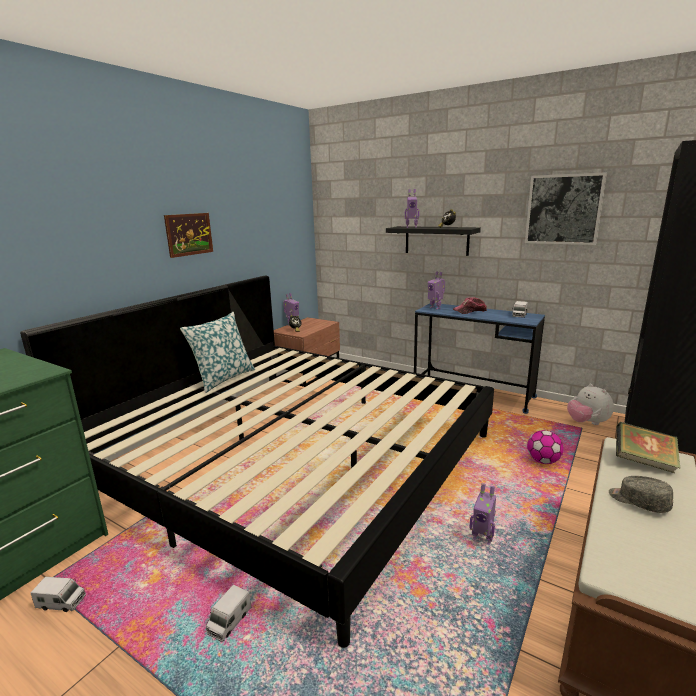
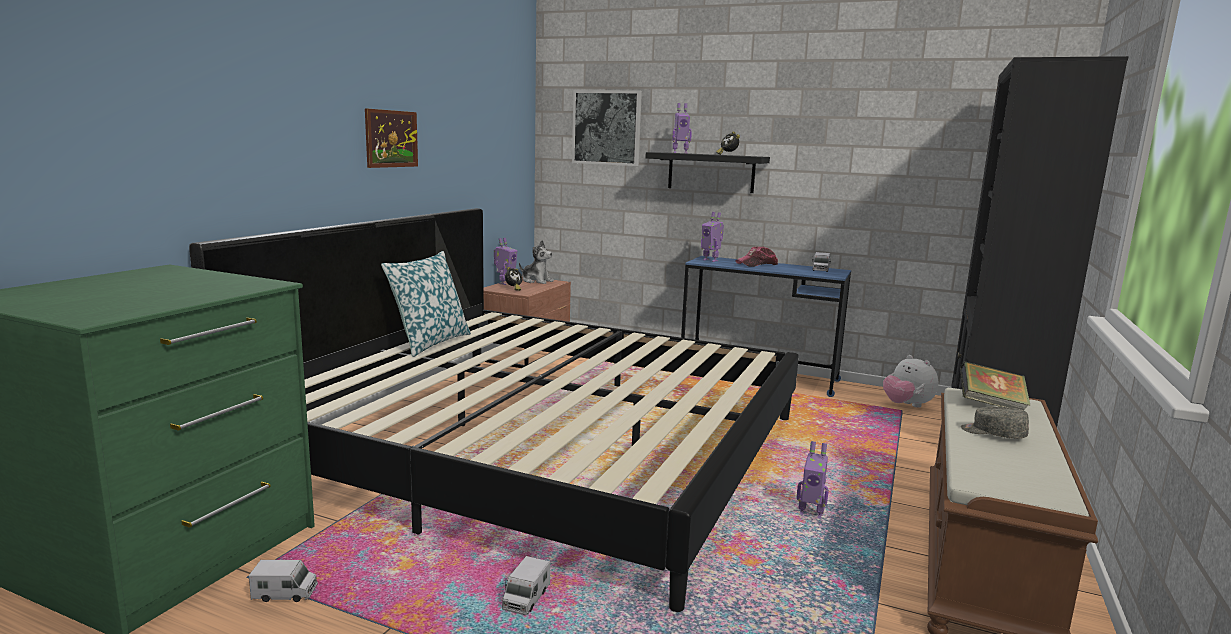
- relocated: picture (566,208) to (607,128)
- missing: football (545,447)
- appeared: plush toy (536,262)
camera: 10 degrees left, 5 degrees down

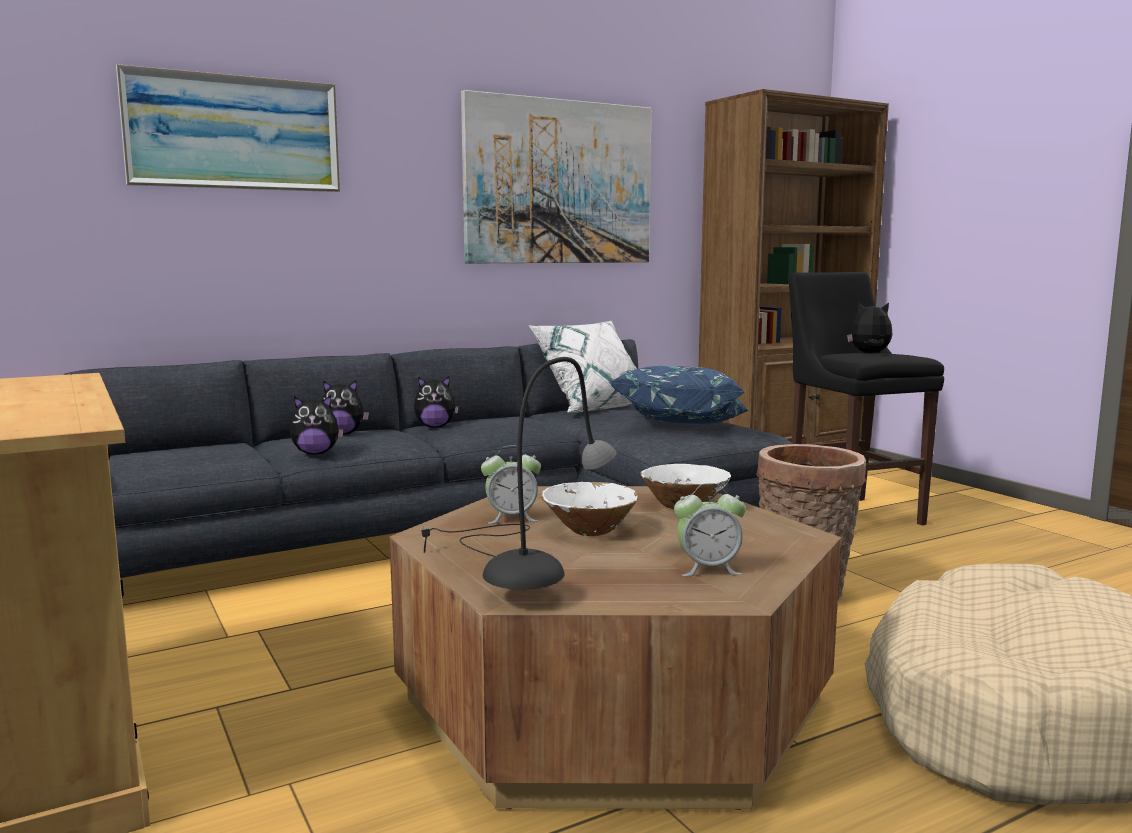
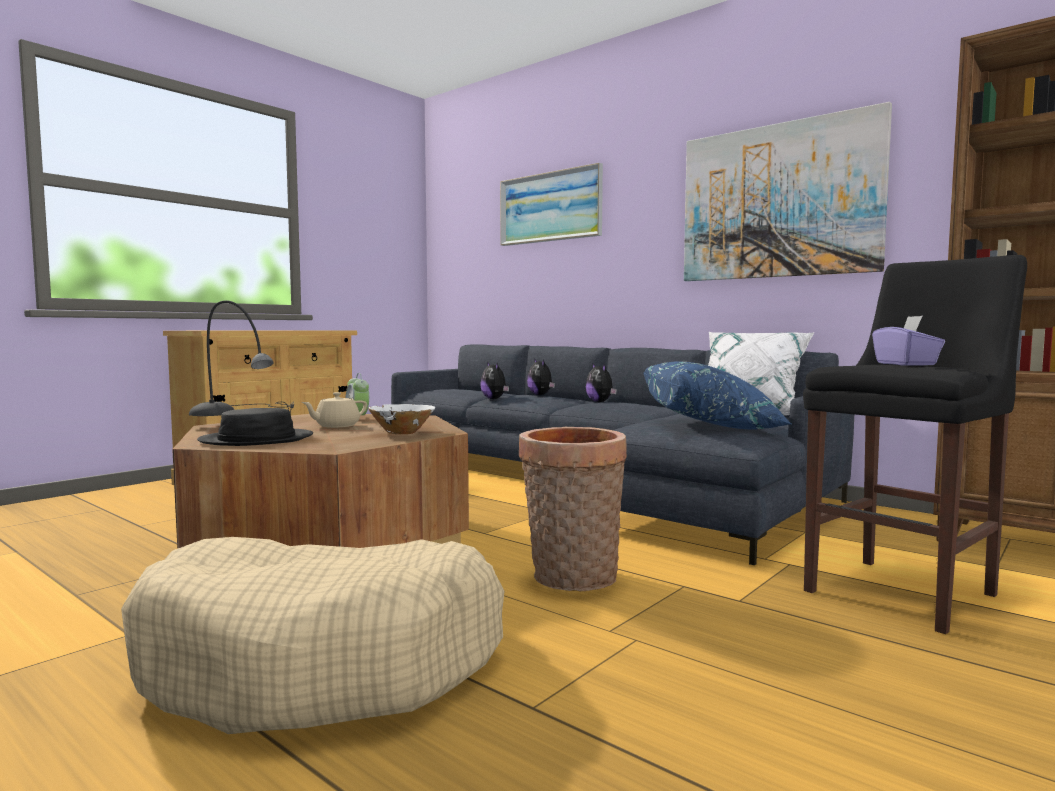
- exchanged: bowl (white) (589,509) to teapot (beige) (334,410)
- exchanged: alarm clock (710,529) to hat (black) (255,427)
- exchanged: plush toy (870,328) to tissue box (purple) (908,340)
camera: 70 degrees right, 5 degrees down

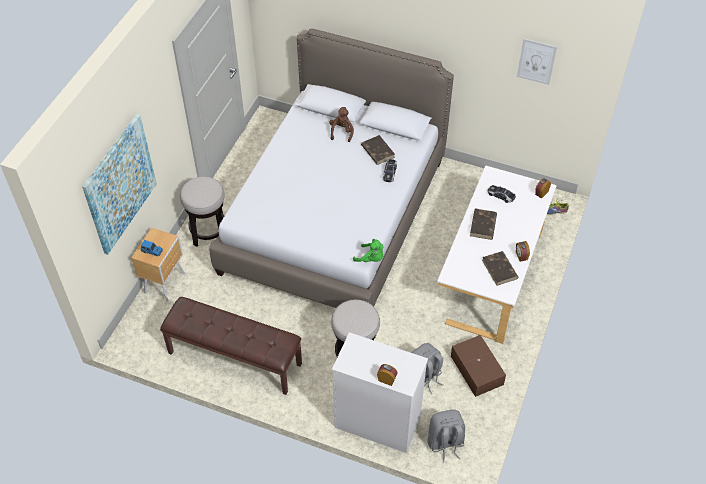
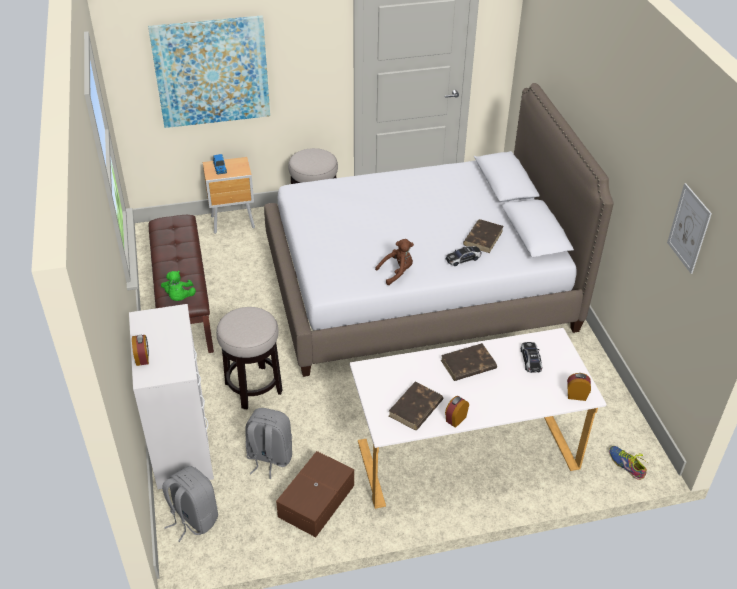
- relocated: plush toy (brown) (341,124) to (394,262)
- relocated: plush toy (green) (368,250) to (178,286)
camera: 55 degrees right, 10 degrees down

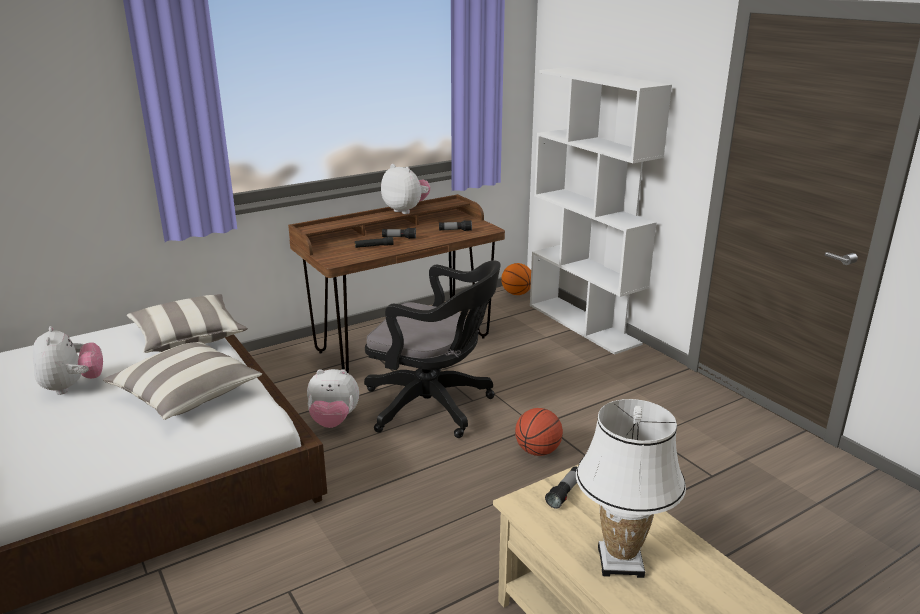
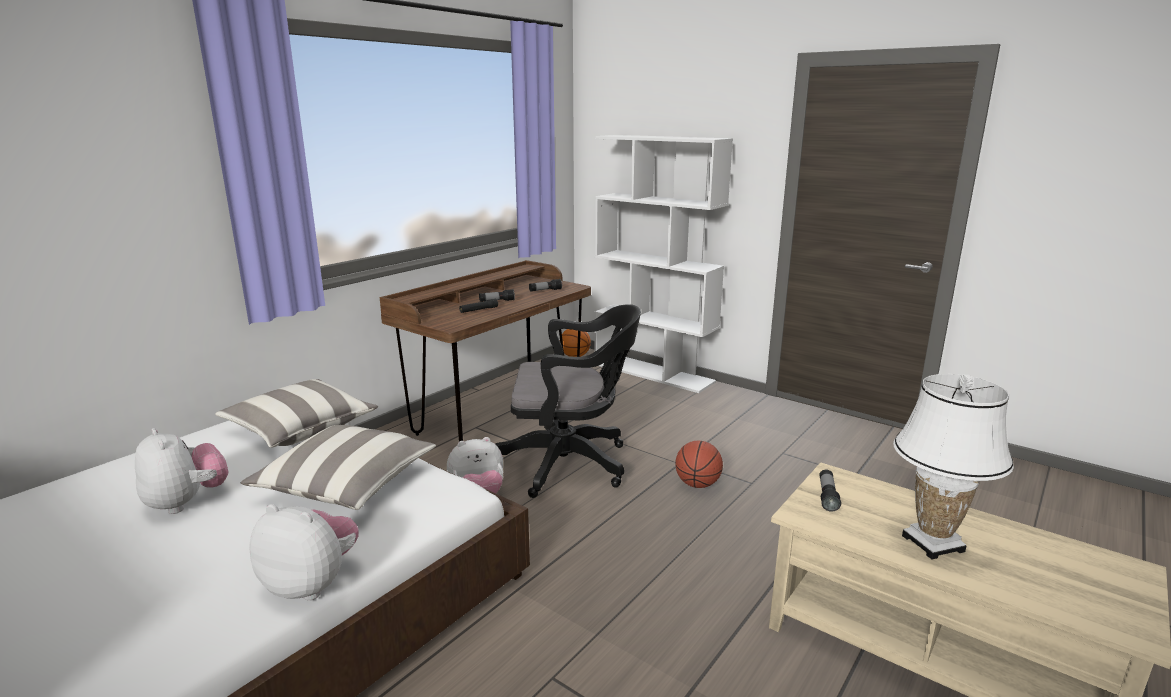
- relocated: plush toy (405,189) to (304,552)
camera: 20 degrees left, 5 degrees down

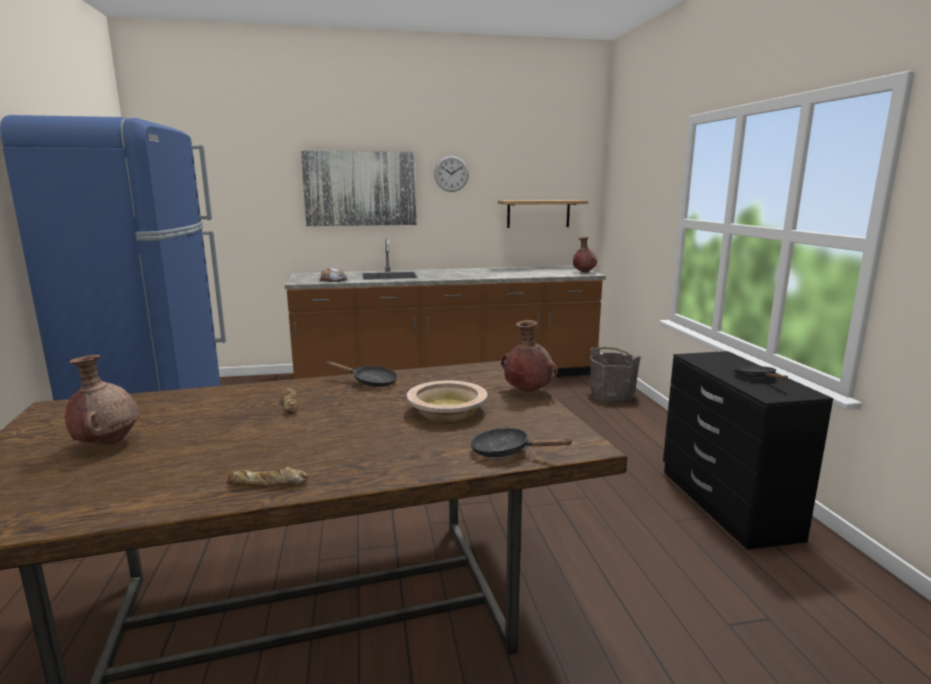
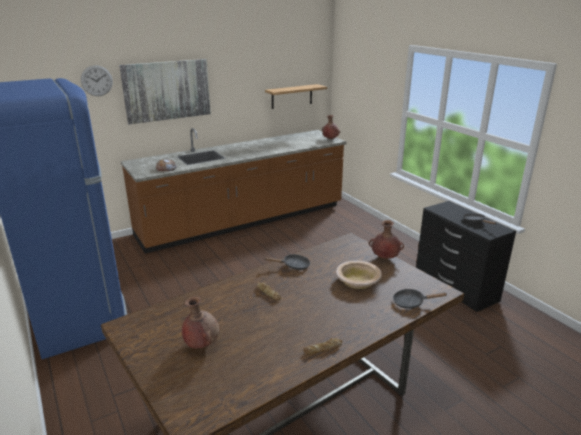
- relocated: wall clock (451,173) to (97,80)
- missing: bucket (grey) (615,375)
camera: 20 degrees left, 10 degrees up

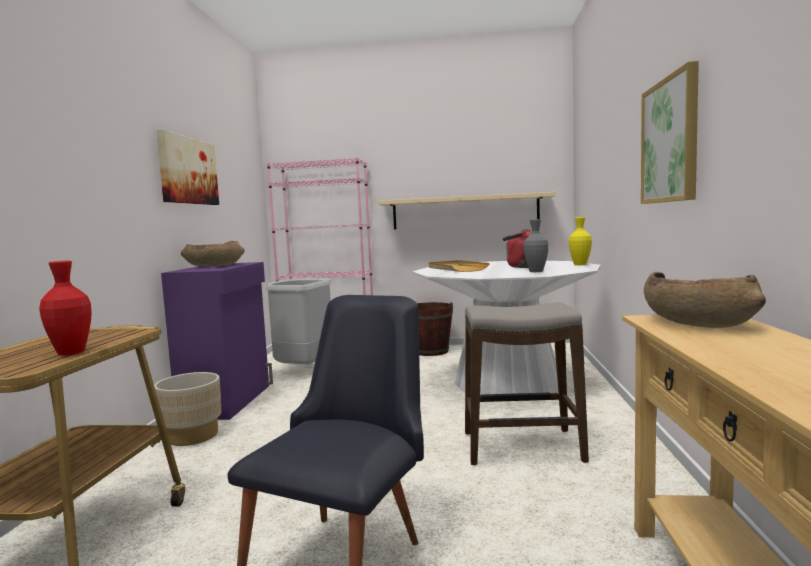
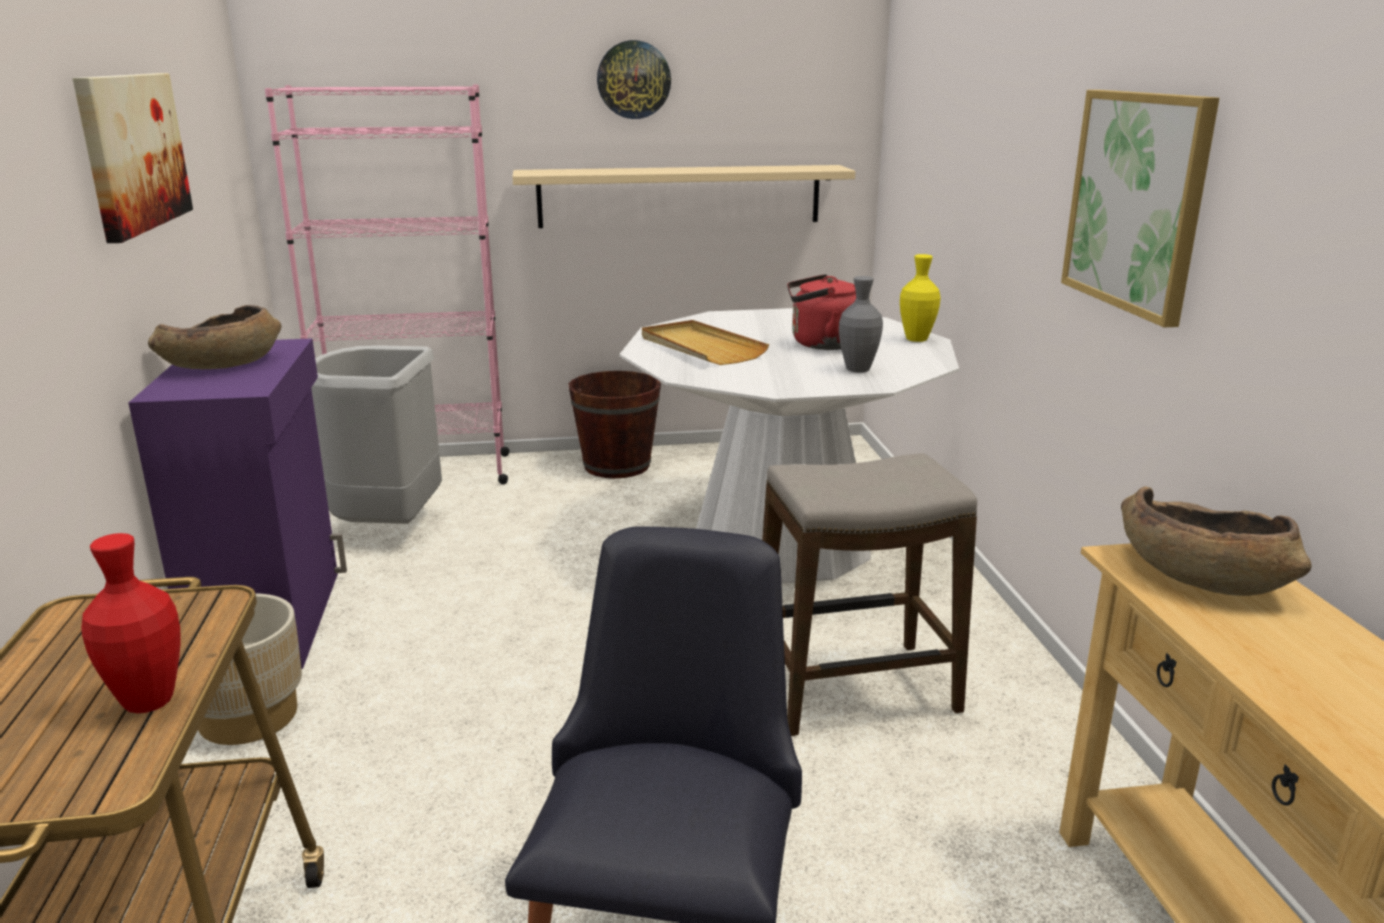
- appeared: wall clock (634,79)
camera: 15 degrees left, 15 degrees up

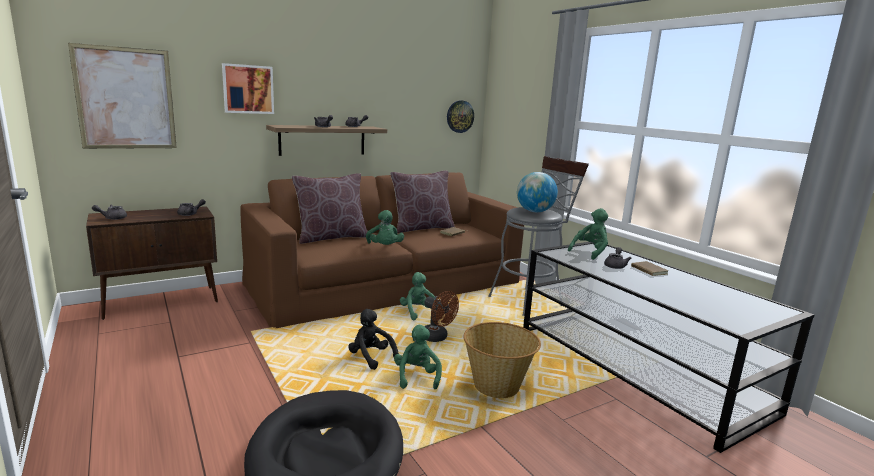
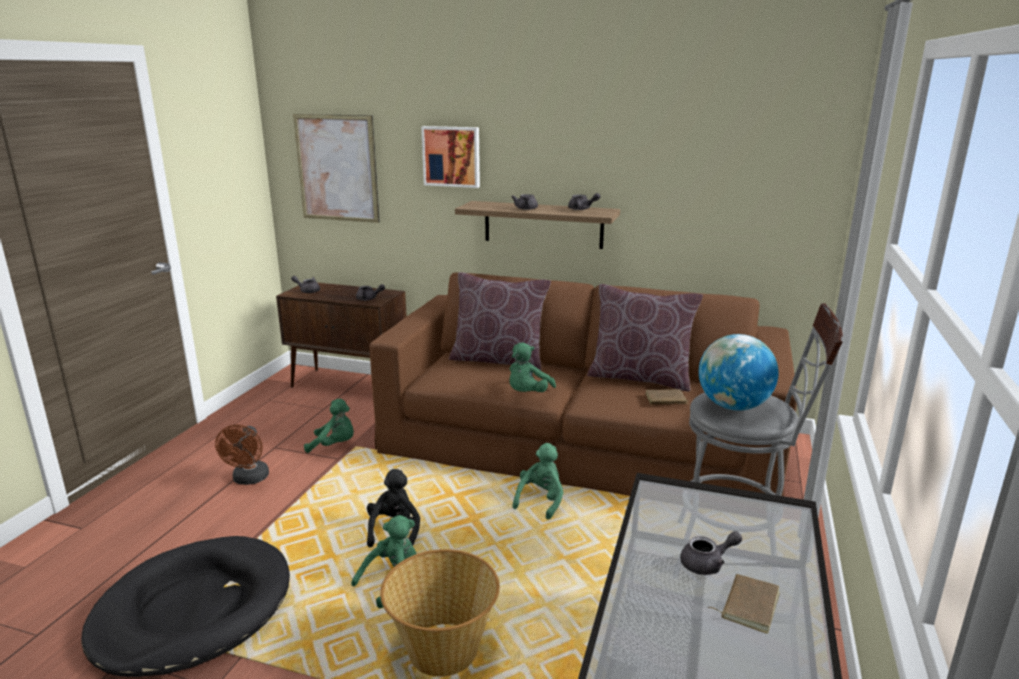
- relocated: fan (brown) (441,316) to (242,455)
- missing: wall clock (460,116)
- relocated: plush toy (green) (588,234) to (329,426)
camera: 50 degrees right, 5 degrees up

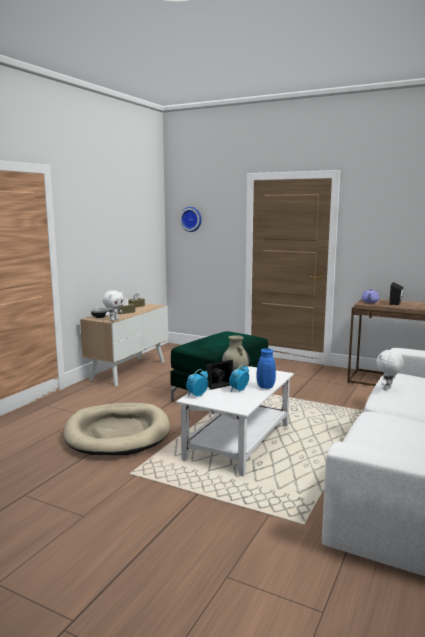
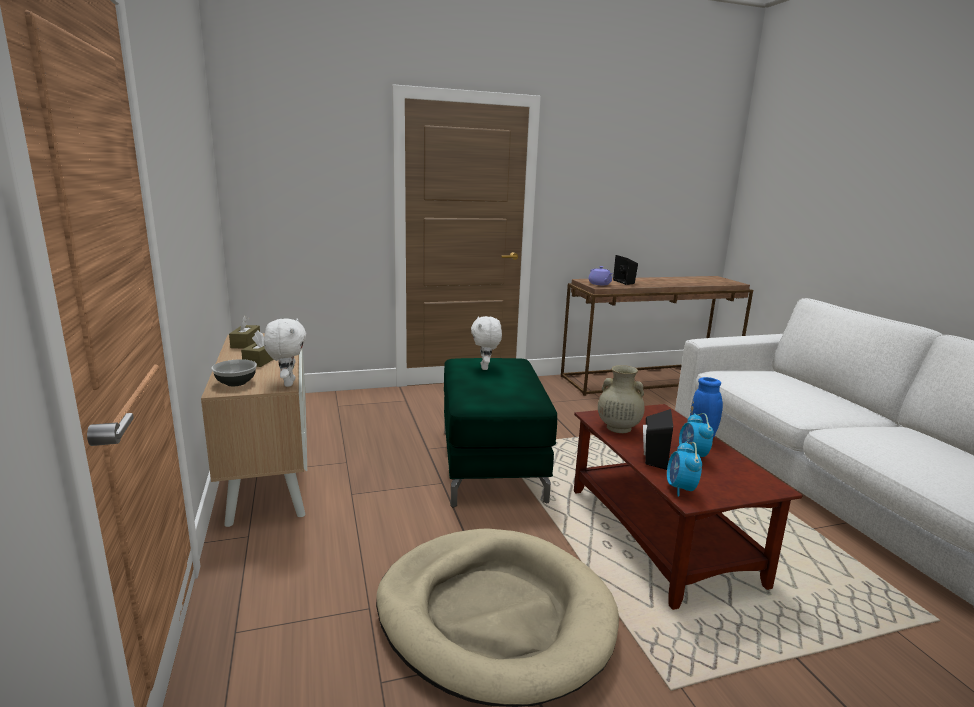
- colour: coffee table (white) (235,421) to coffee table (brown) (688,507)
- missing: wall clock (190,219)
- relocated: plush toy (white) (390,370) to (486,343)
camera: 45 degrees left, 5 degrees up

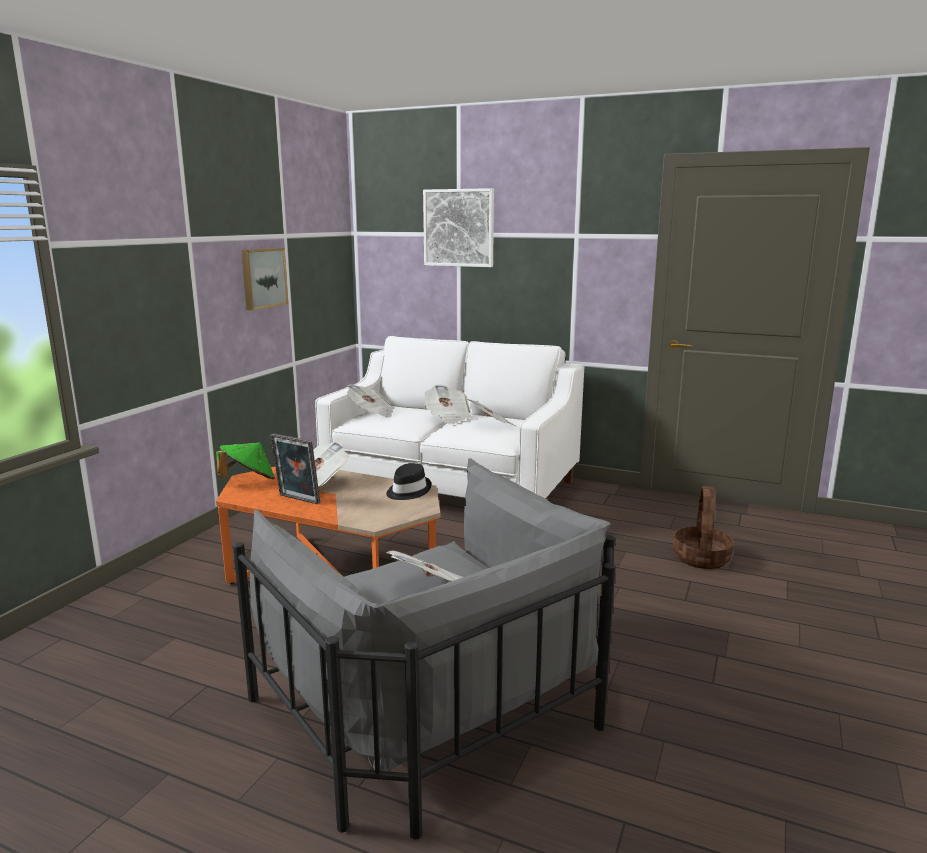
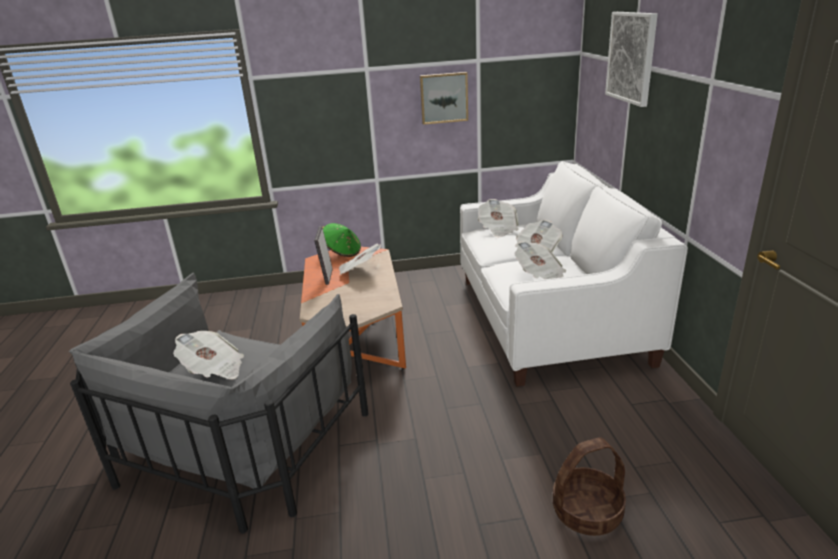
- missing: hat (black) (408,481)
camera: 60 degrees right, 10 degrees up

